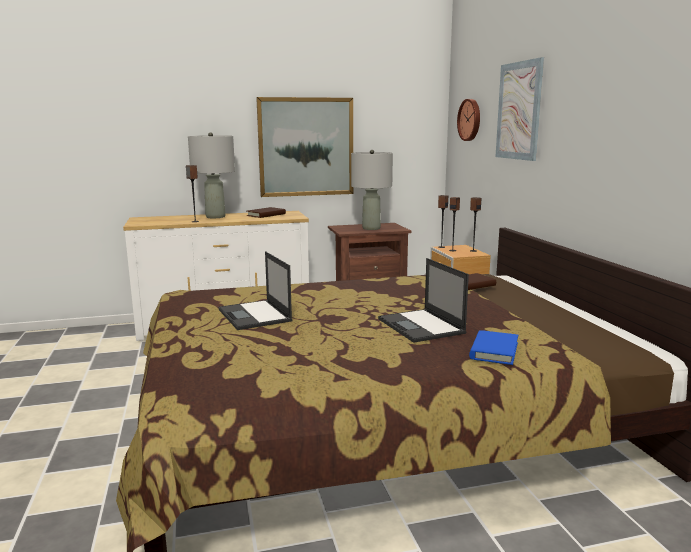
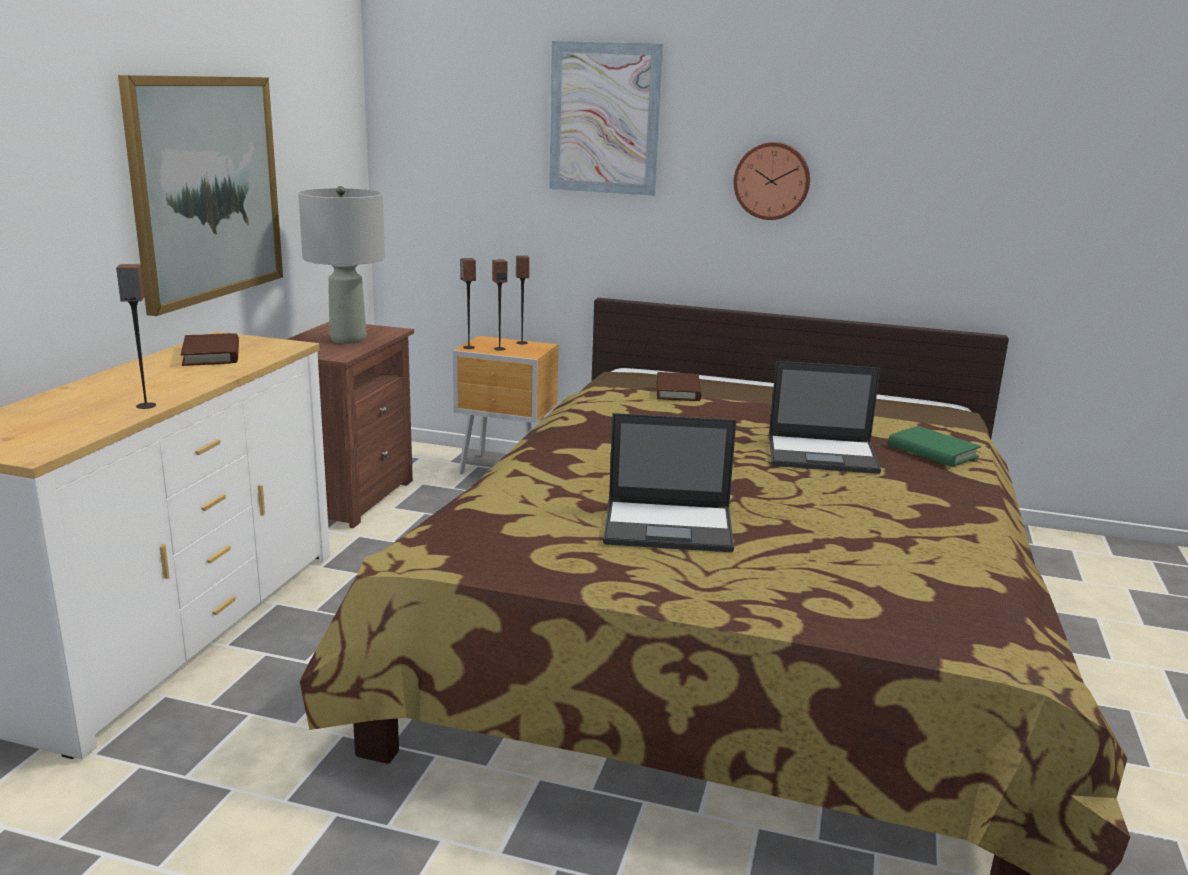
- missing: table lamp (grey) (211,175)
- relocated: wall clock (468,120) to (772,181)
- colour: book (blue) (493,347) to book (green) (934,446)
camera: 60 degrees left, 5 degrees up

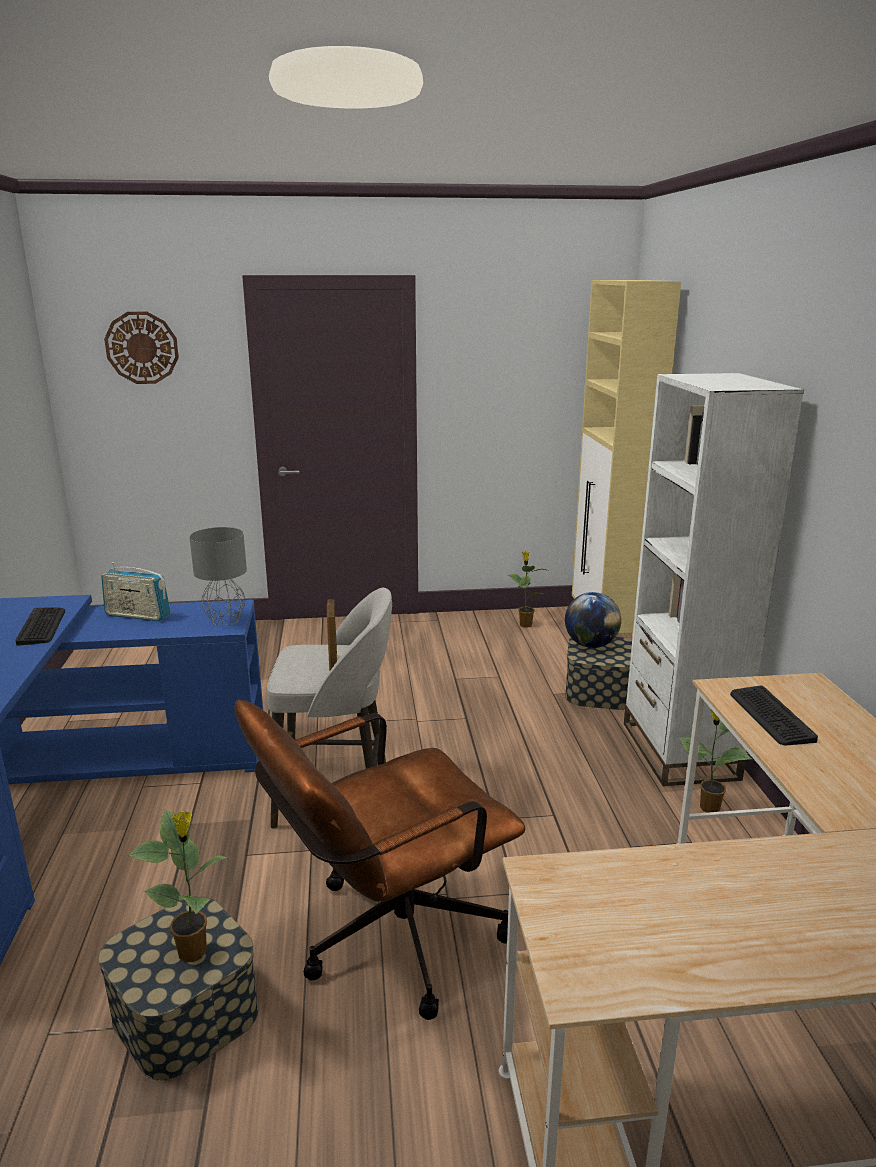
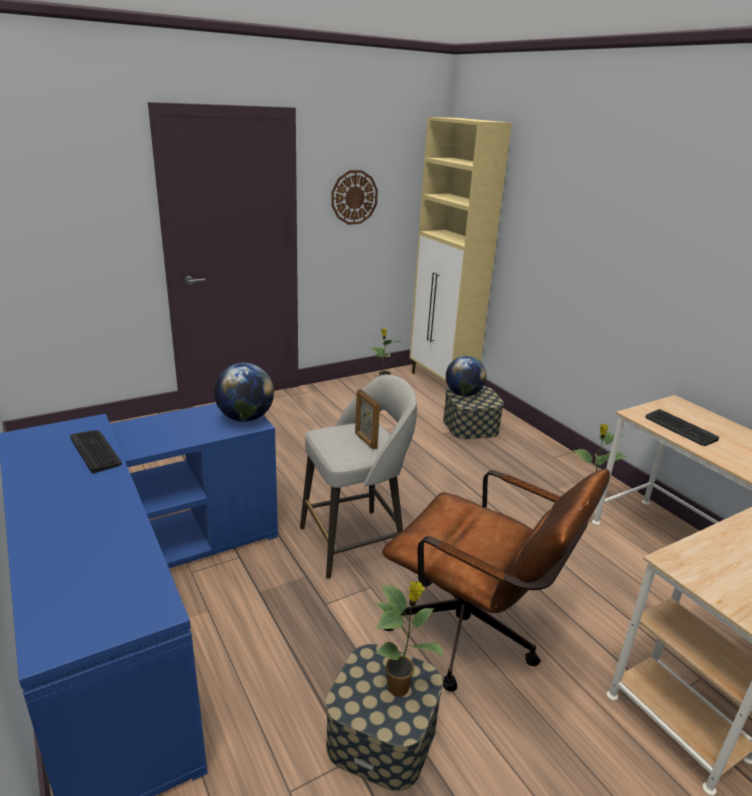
- missing: radio (136,592)
- relocated: wall clock (141,348) to (354,197)
- exchanged: table lamp (grey) (218,576) to globe (244,392)
- spun: office chair (brown) (380,860) = (496,580) 90 degrees counterclockwise
- missing: bookcase (white) (714,579)
camera: 25 degrees left, 5 degrees up

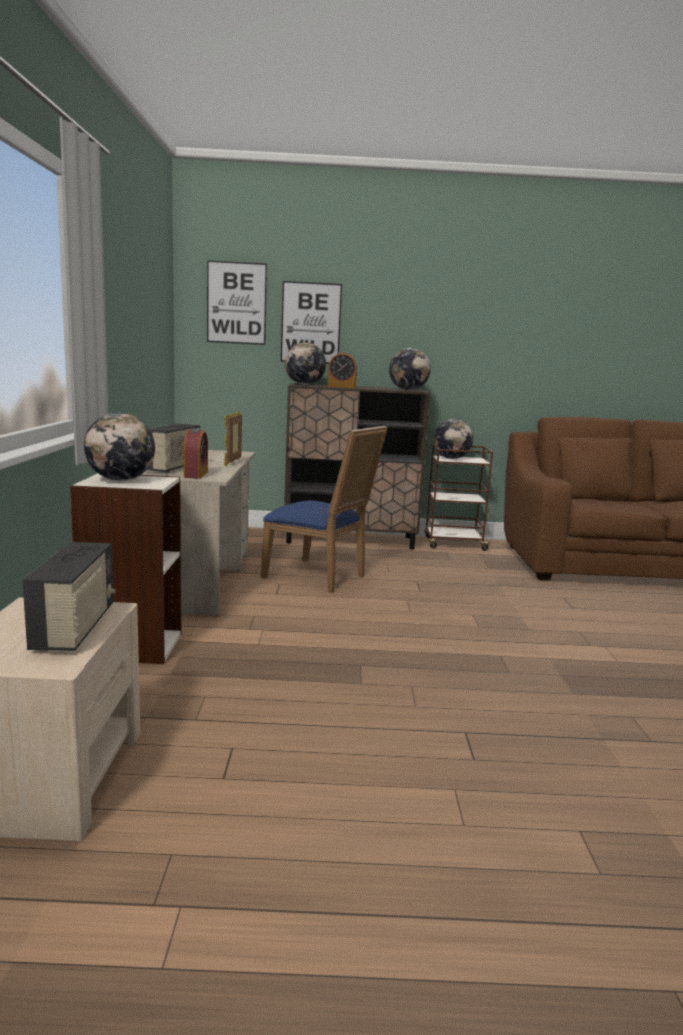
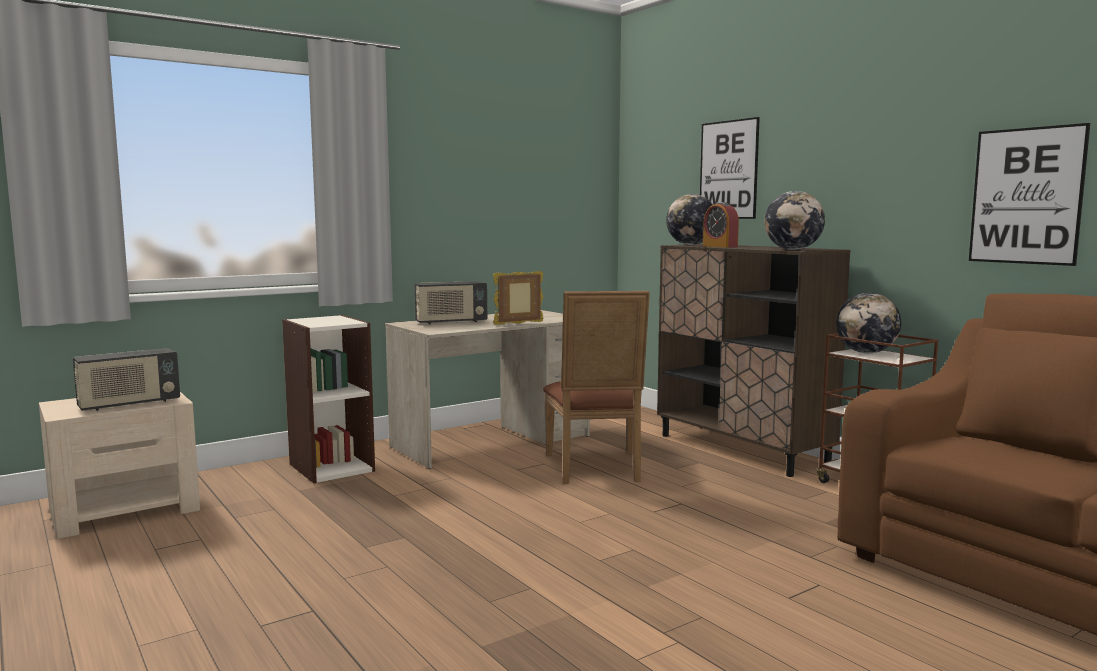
- missing: globe (119,447)
- missing: alarm clock (195,453)
- relocated: picture (237,302) to (1029,194)
- colour: chair (blue) (324,509) to chair (brown) (596,387)
camera: 55 degrees right, 5 degrees down

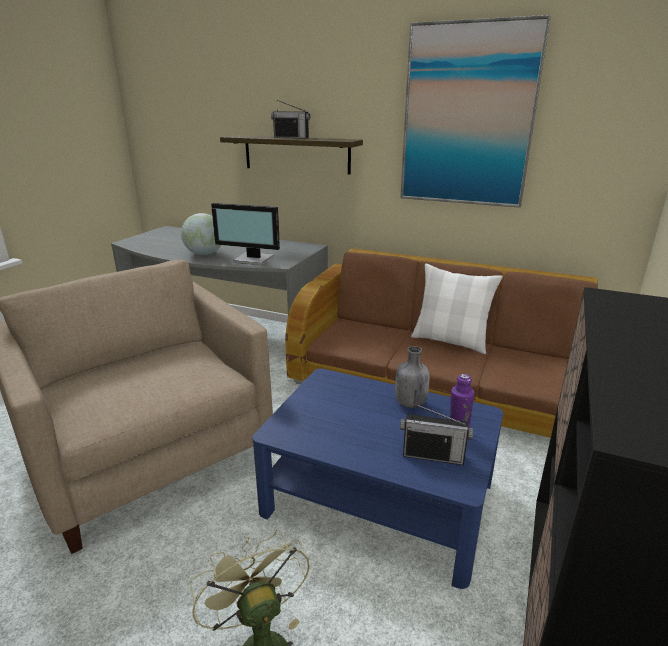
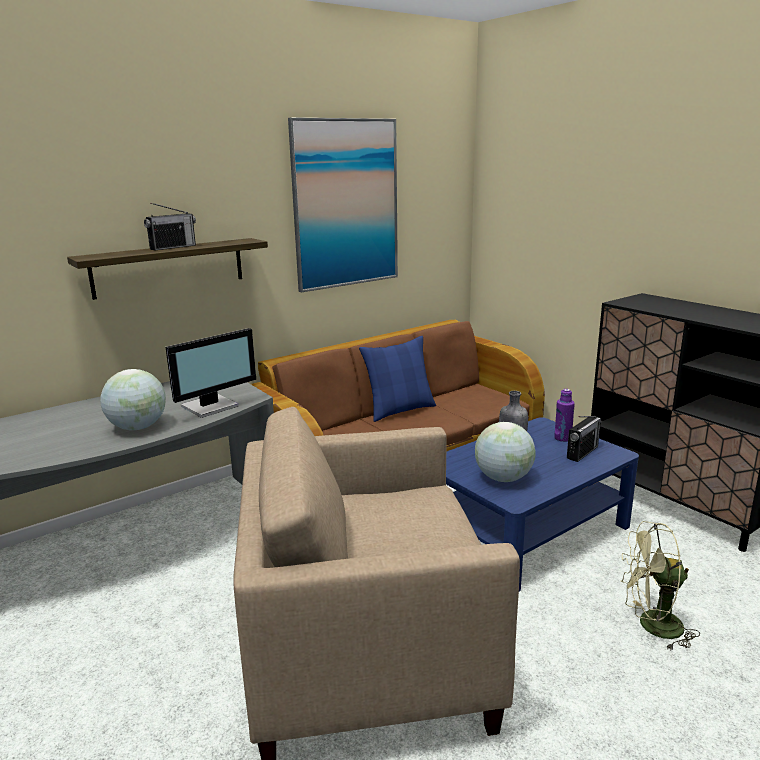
- colour: pillow (white) (457,308) to pillow (blue) (397,379)
- appeared: globe (505,452)
camera: 60 degrees left, 5 degrees down

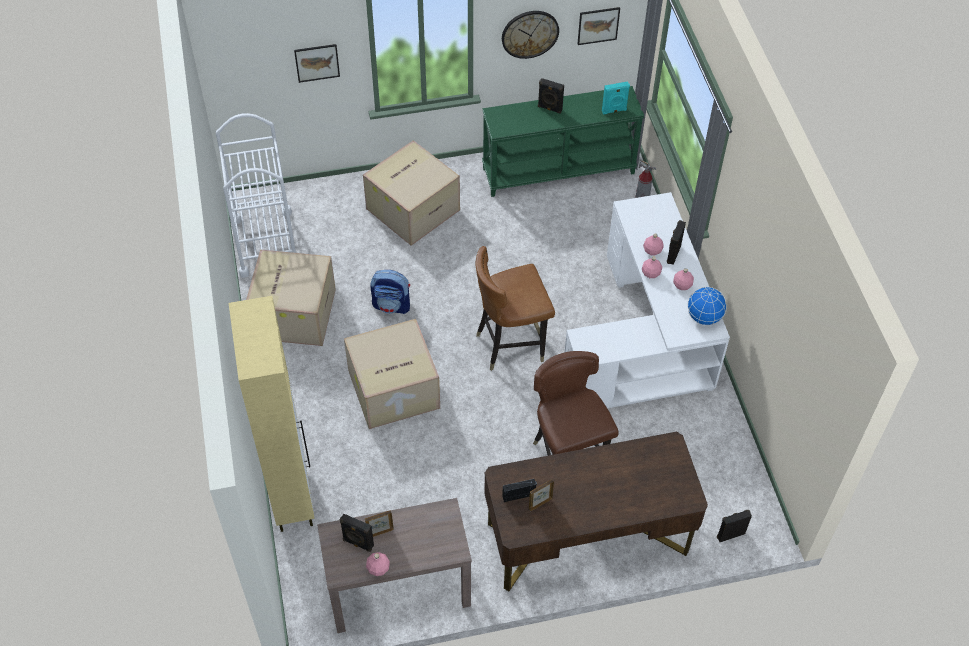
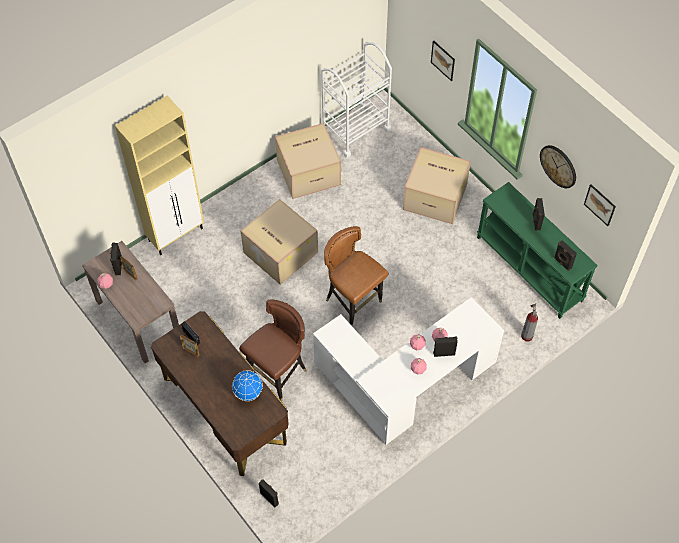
- missing: backpack (390,292)
- colour: speaker (turquoise) (616,97) to speaker (black) (565,255)
- relocated: globe (707,306) to (247,385)
camera: 65 degrees right, 5 degrees up

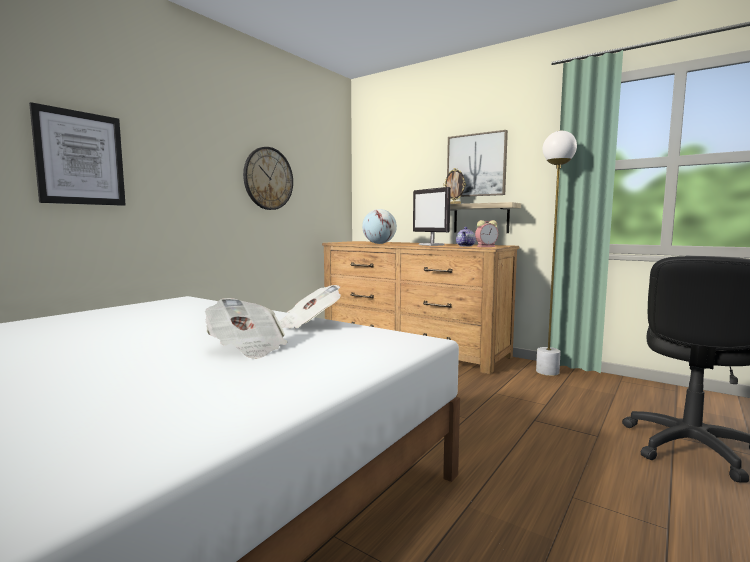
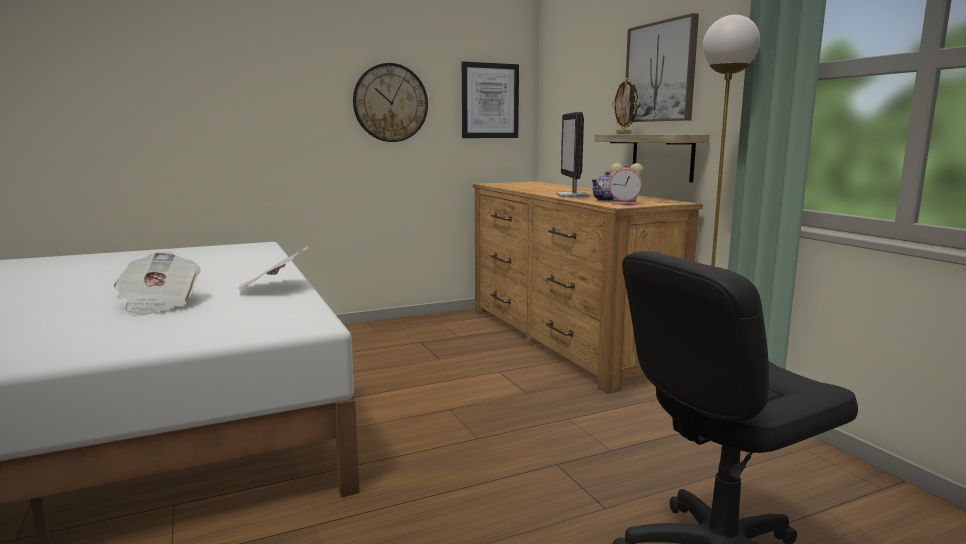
- relocated: picture (77,154) to (490,99)
- missing: globe (379,226)
camera: 30 degrees right, 5 degrees up

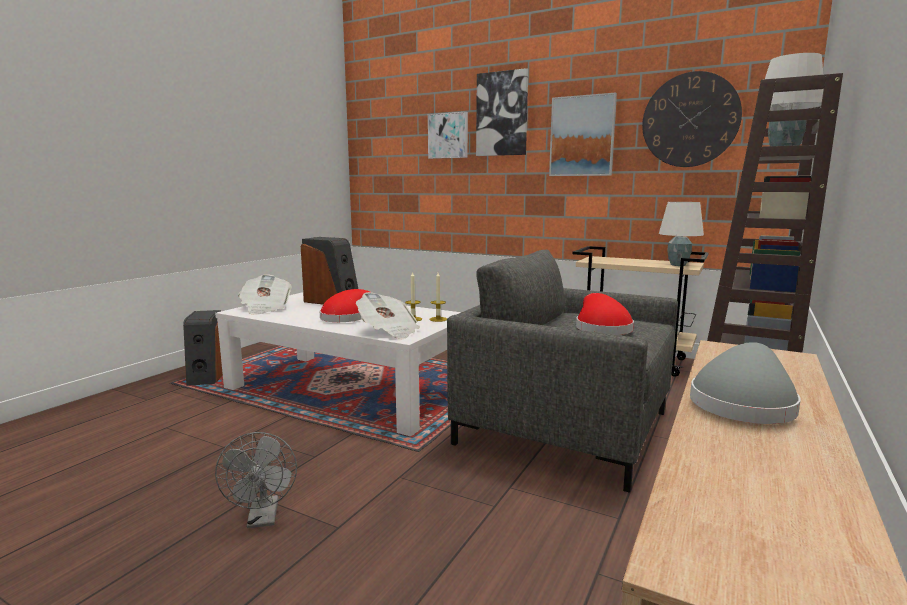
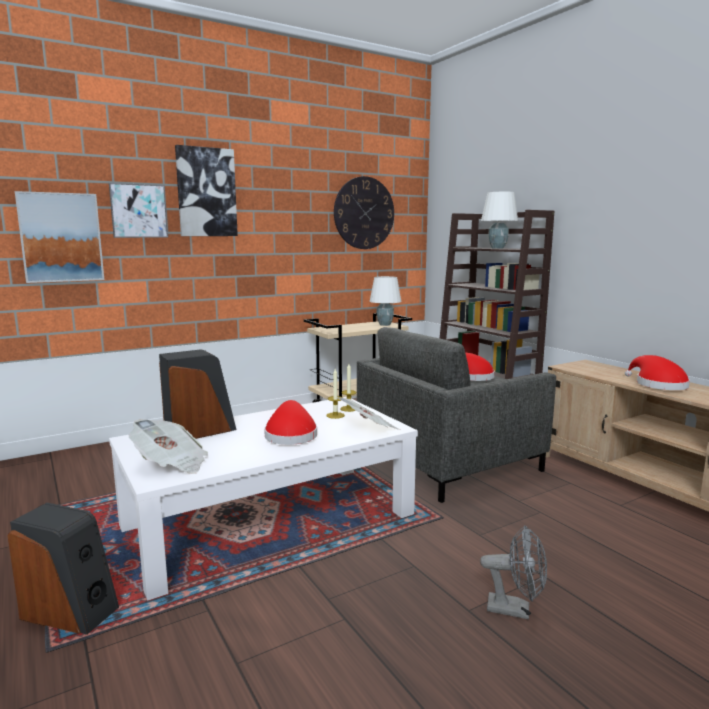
- relocated: picture (583,134) to (59,237)
- colour: hat (grey) (745,383) to hat (red) (657,372)
camera: 60 degrees left, 0 degrees up

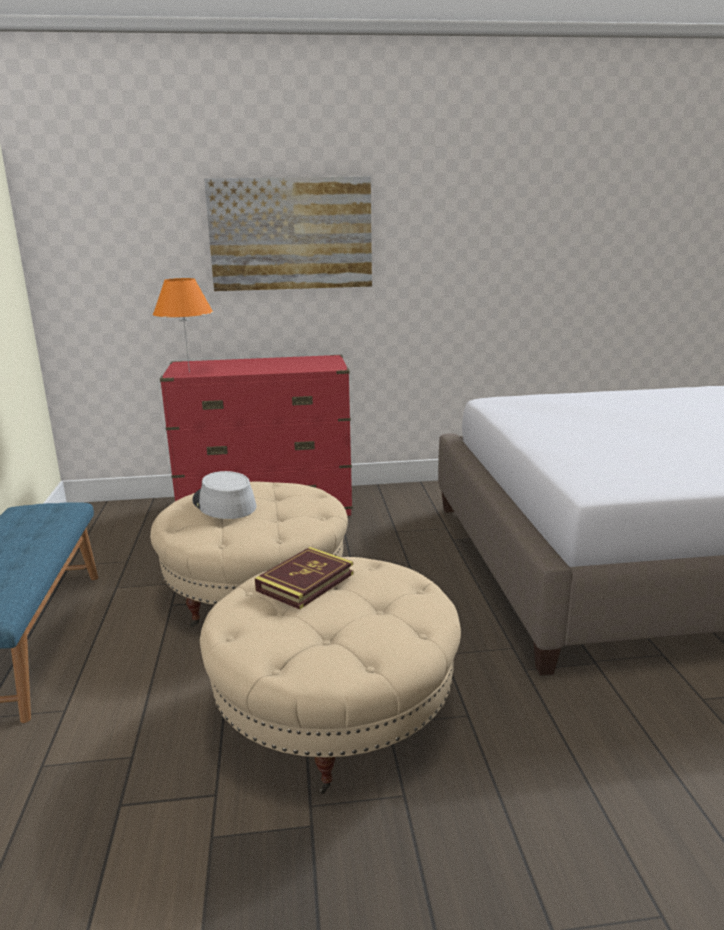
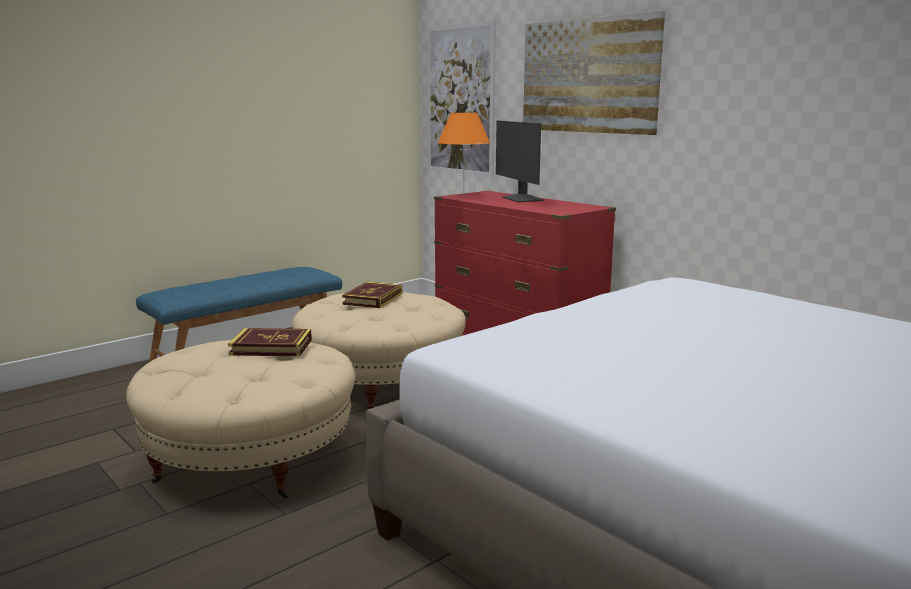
- exchanged: hat (grey) (224,495) to book (372,295)
- appeared: picture (461,98)
- appeared: monitor (520,161)
camera: 55 degrees right, 5 degrees down

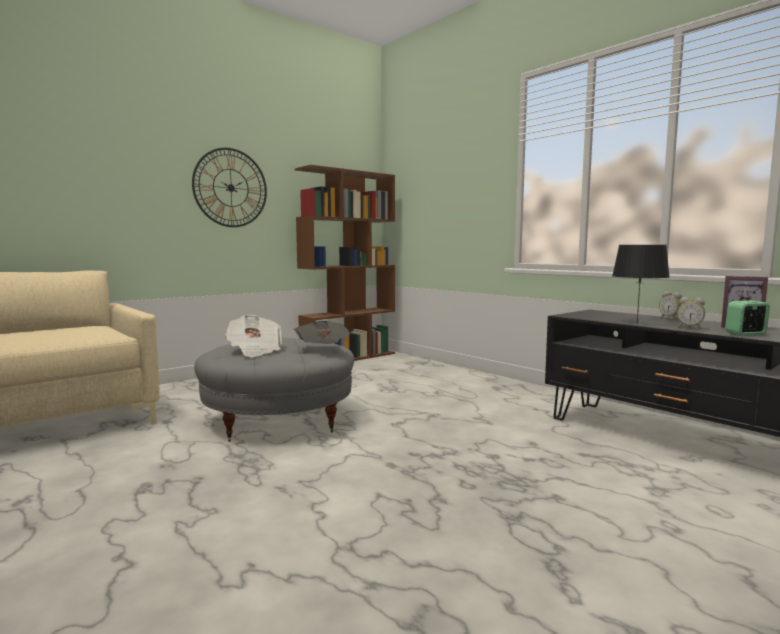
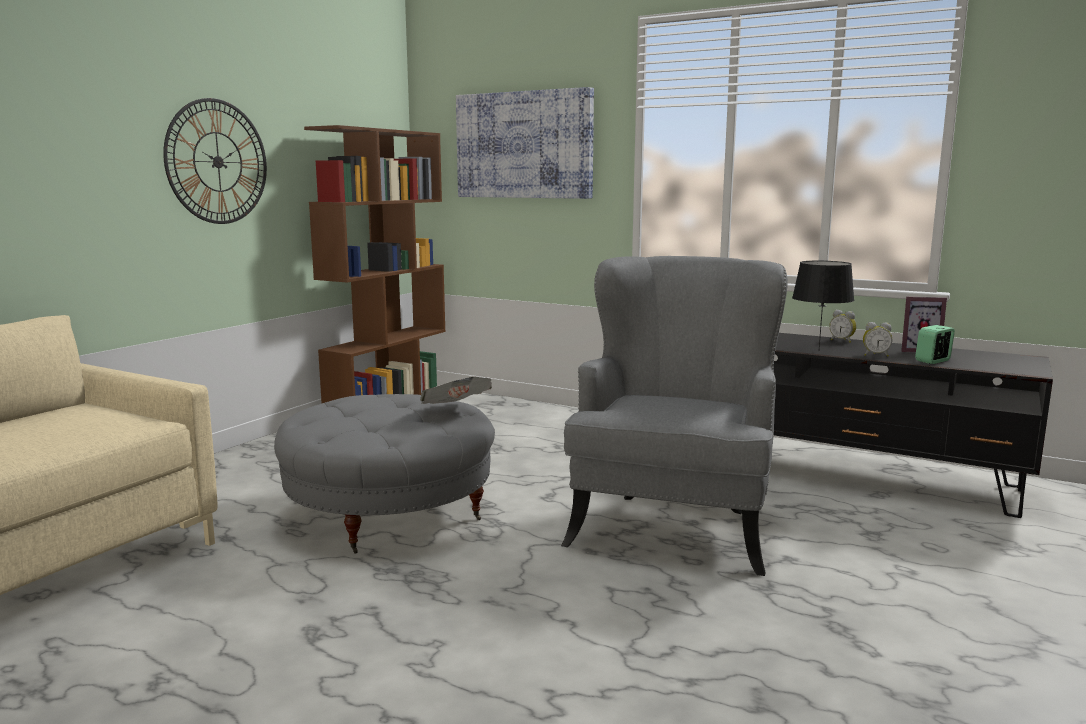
- missing: newspaper (253,336)
- appeared: picture (525,143)
- appeared: armchair (grey) (674,416)
camera: 20 degrees left, 5 degrees up

